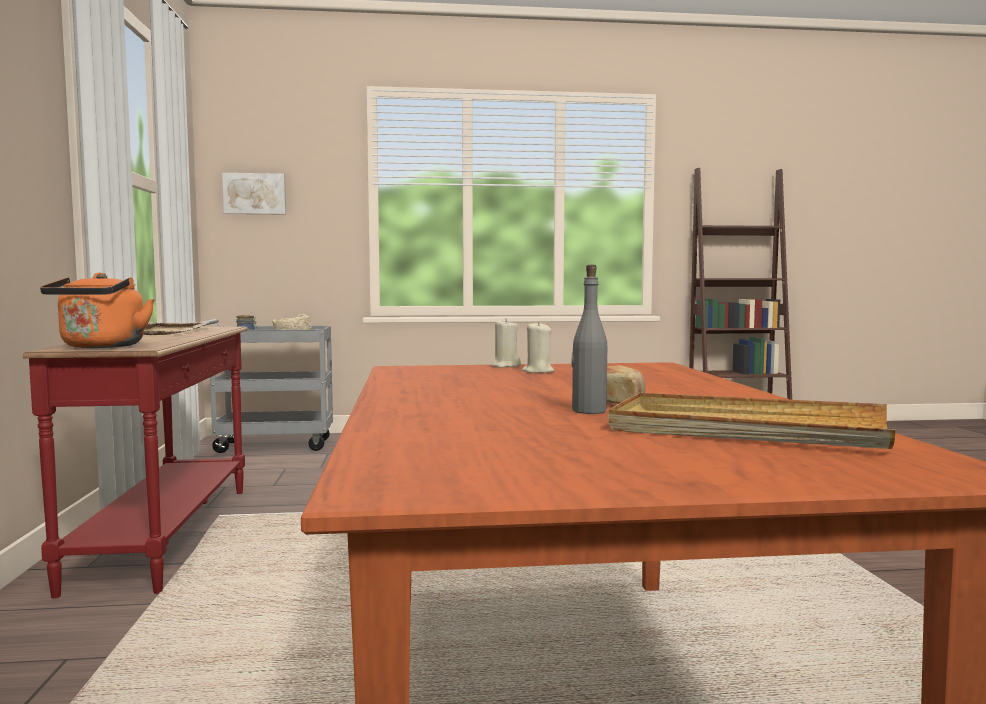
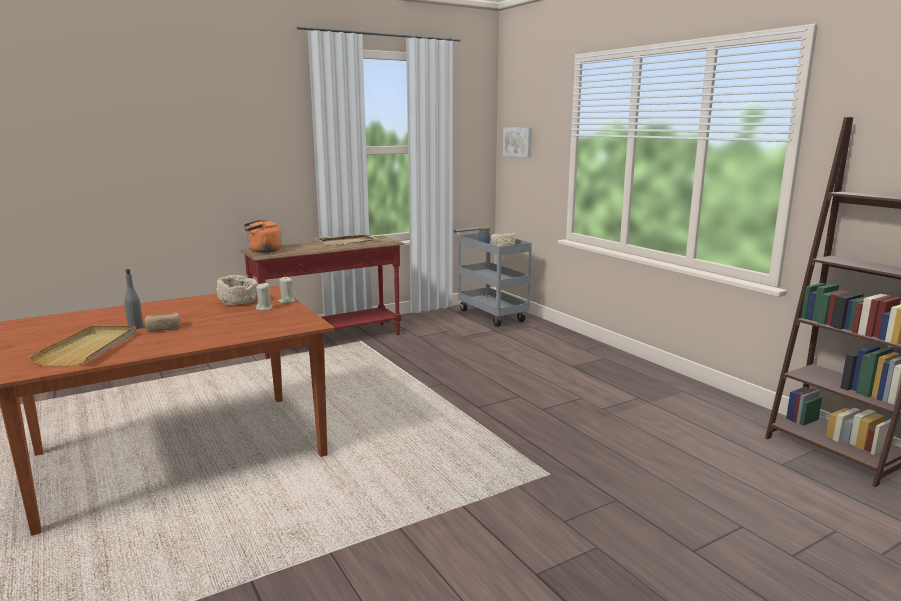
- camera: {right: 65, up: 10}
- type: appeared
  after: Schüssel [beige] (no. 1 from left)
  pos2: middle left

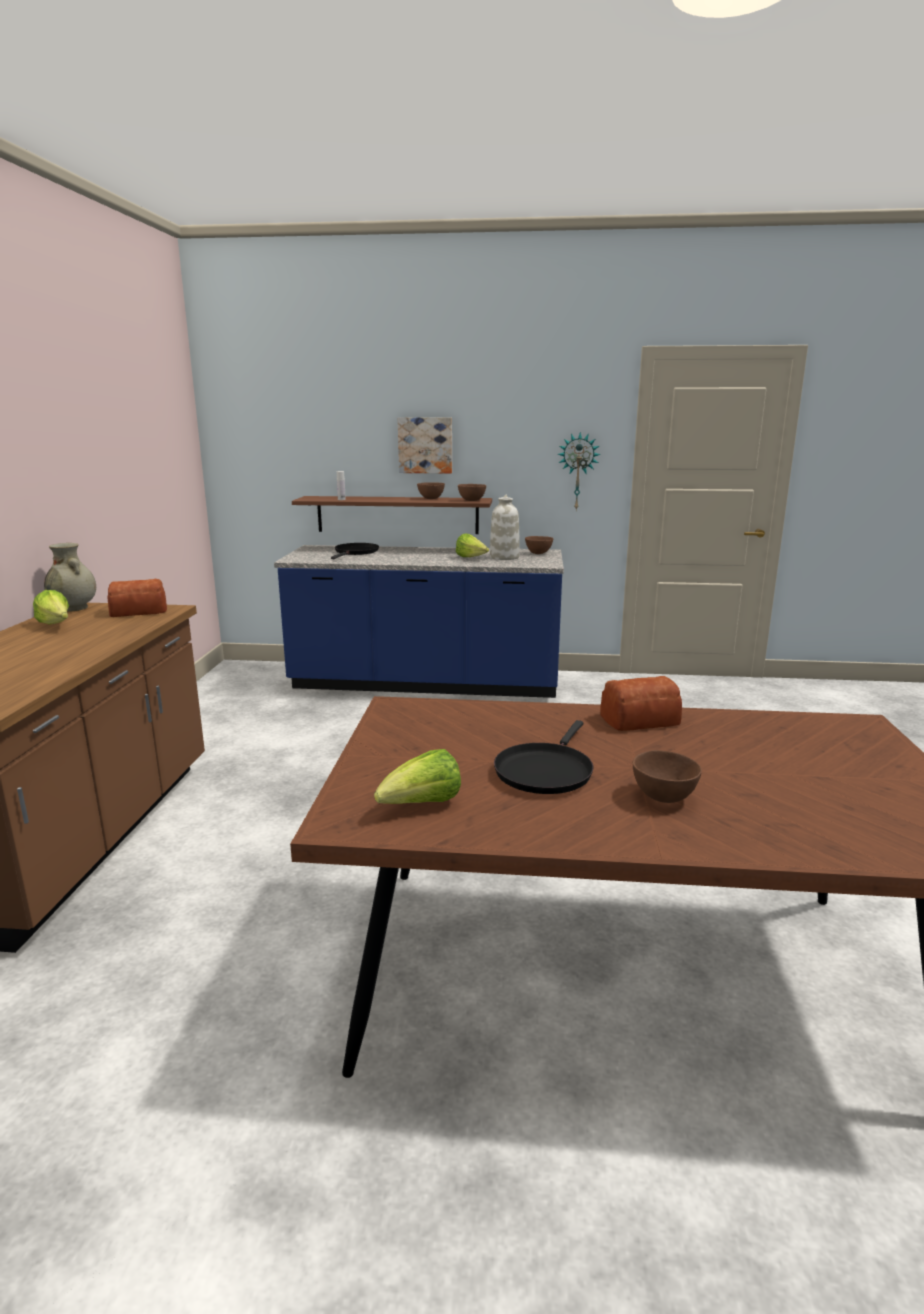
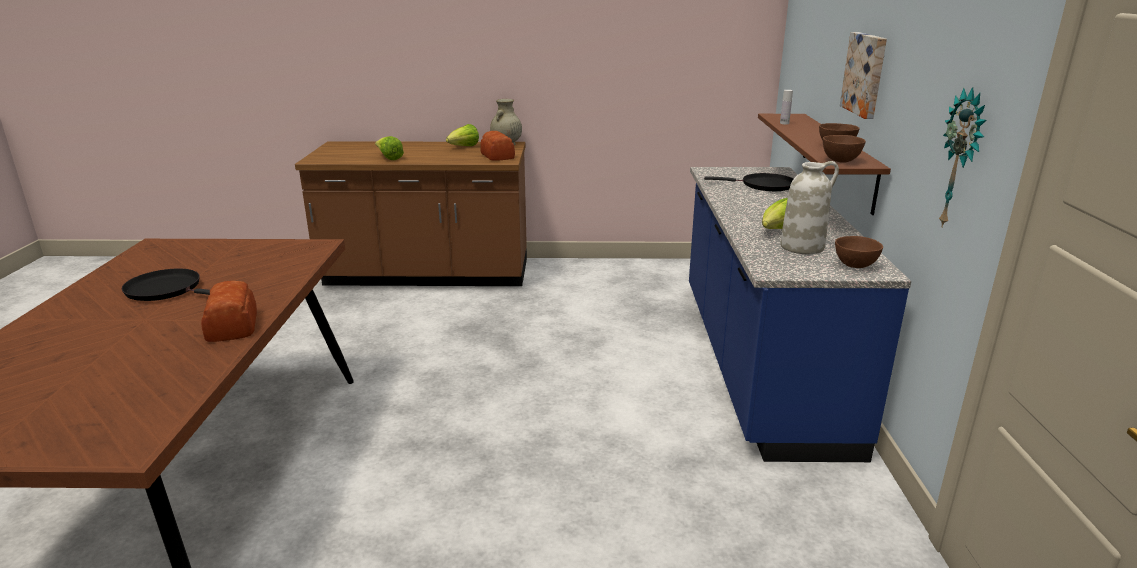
- camera: {right: 85, up: 5}
- type: relocated
  before: Salatkopf (no. 2 from left in the first image)
  after: Salatkopf (no. 1 from left)
  pos1: centre
  pos2: top centre
- type: missing
  before: Schüssel [braun] (no. 4 from left)
  pos1: middle right

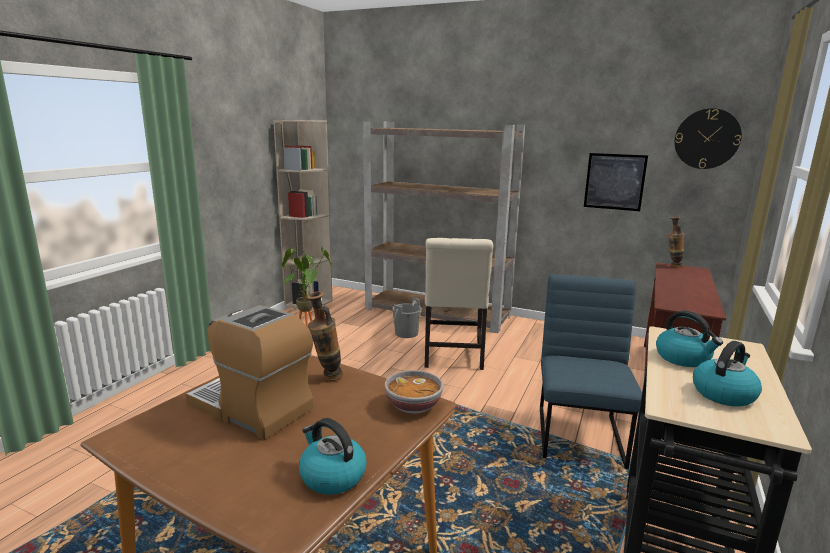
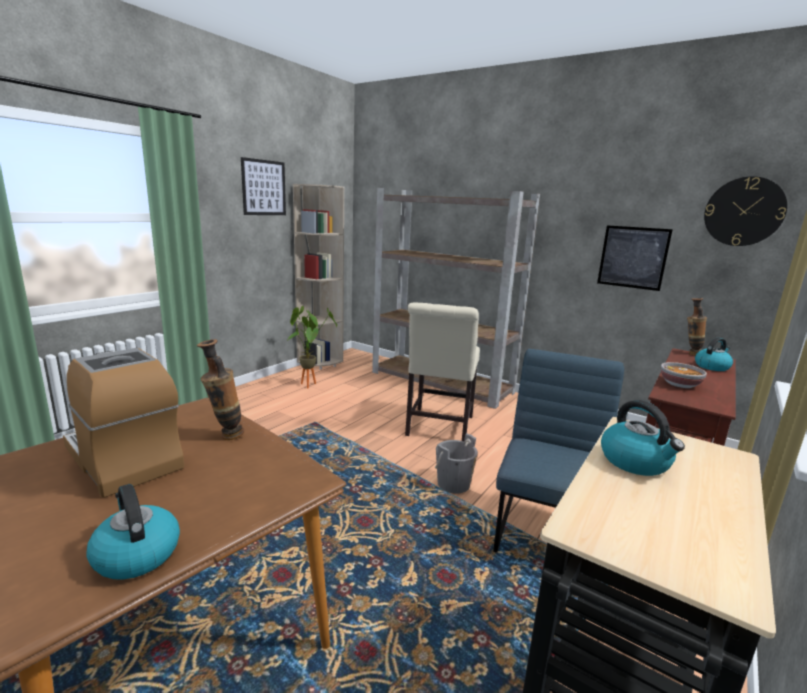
- camera: {right: 10, up: 0}
- type: relocated
  before: Schüssel
  pos1: bottom centre
  pos2: middle right
- type: relocated
  before: Eimer [grau]
  pos1: centre
  pos2: bottom centre
- type: relocated
  before: Wasserkessel (no. 3 from left)
  pos1: bottom right
  pos2: middle right
- type: appeared
  after: Bild (no. 1 from left)
  pos2: top left

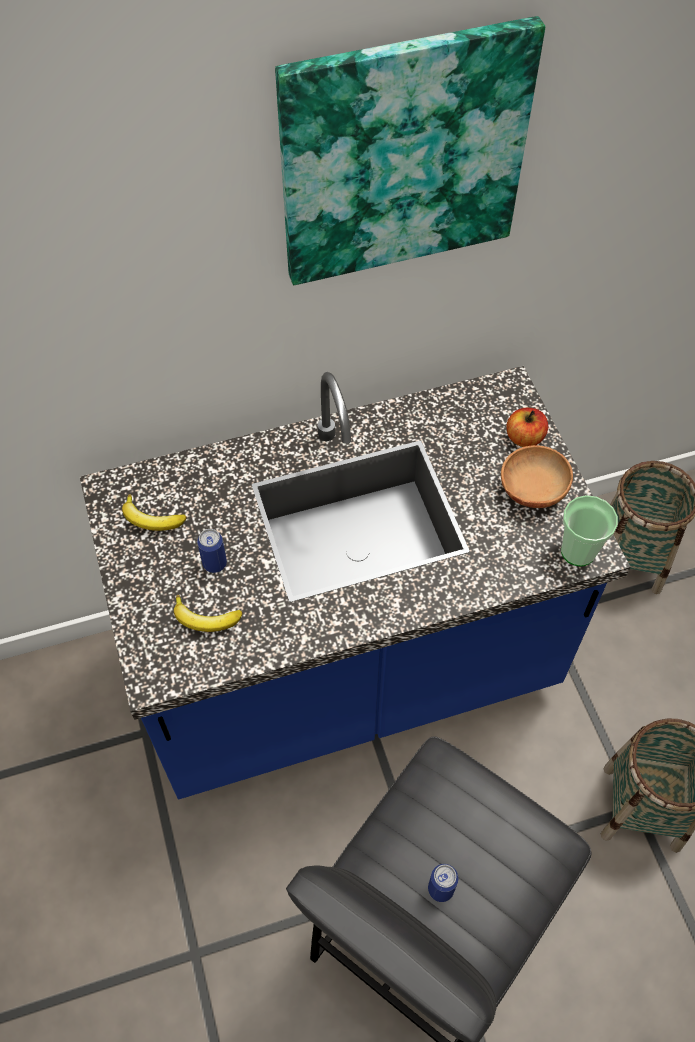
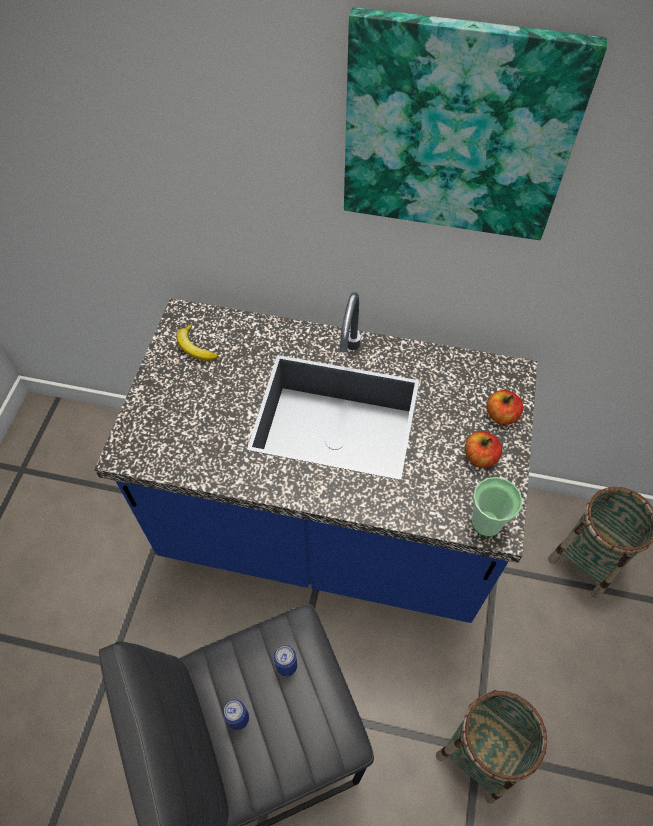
- camera: {right: 30, up: 0}
- type: missing
  before: Banane (no. 2 from left)
  pos1: middle left
- type: relocated
  before: Dose (no. 1 from left in the first image)
  after: Dose (no. 2 from left)
  pos1: middle left
  pos2: bottom centre
- type: exchanged
  before: Schüssel [braun]
  after: Apfel (no. 1 from left)
  pos1: middle right
  pos2: middle right

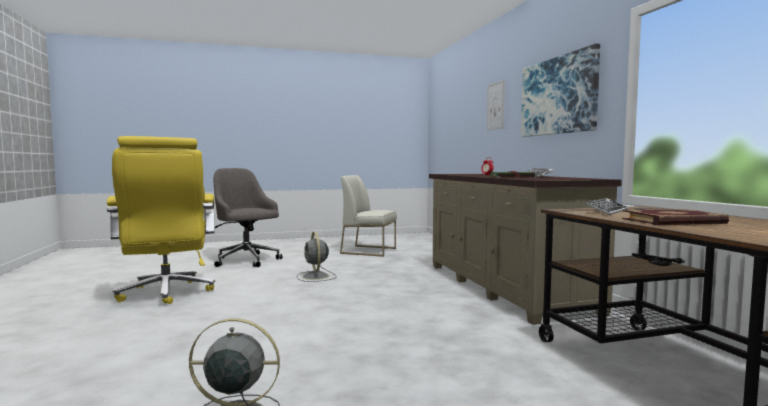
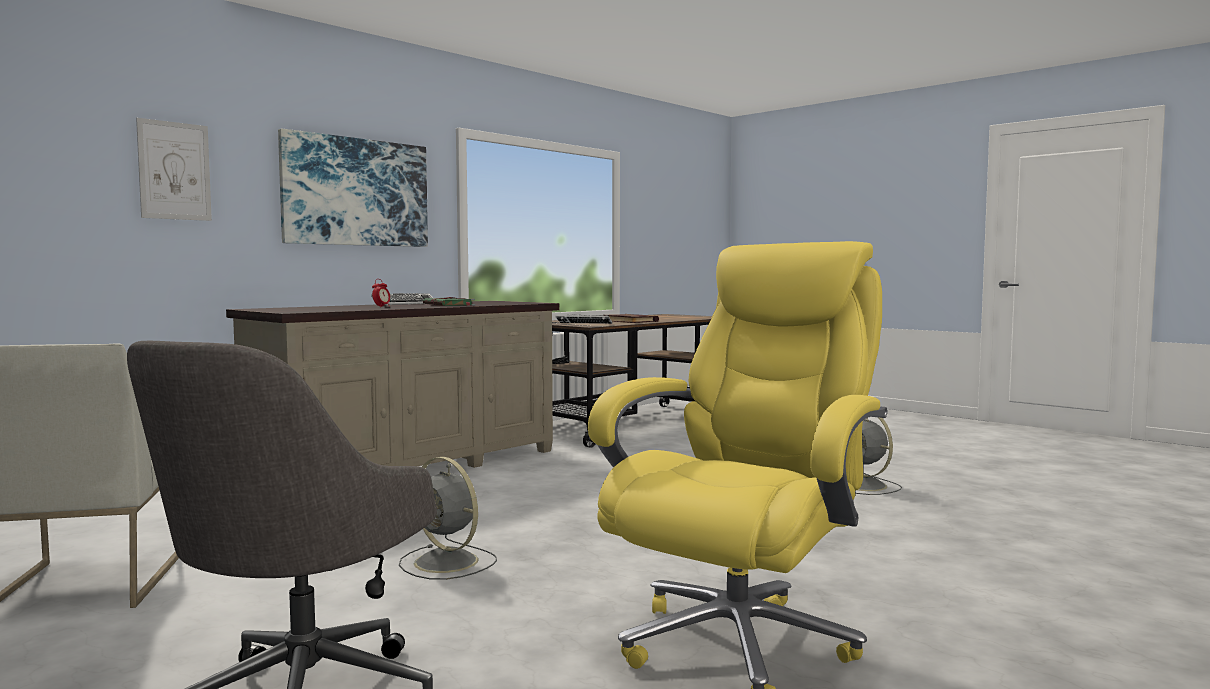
- camera: {right: -120, up: 0}
- type: spun
  before: Ventilator [grau] (no. 2 from left in the first image)
  pos1: centre
  pos2: bottom centre
  turn: 90

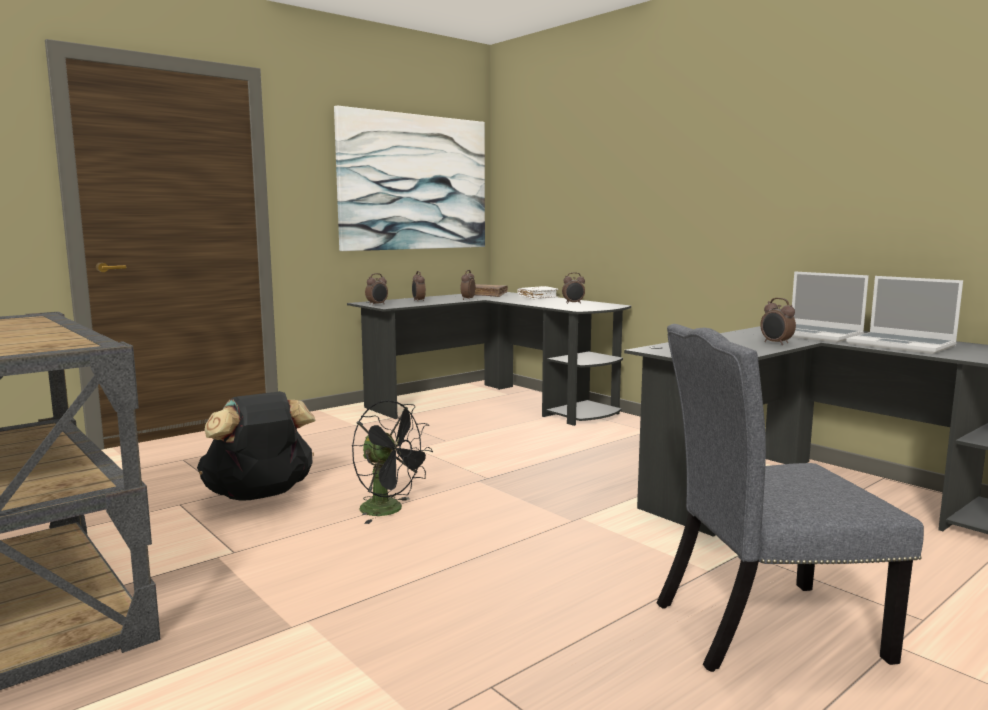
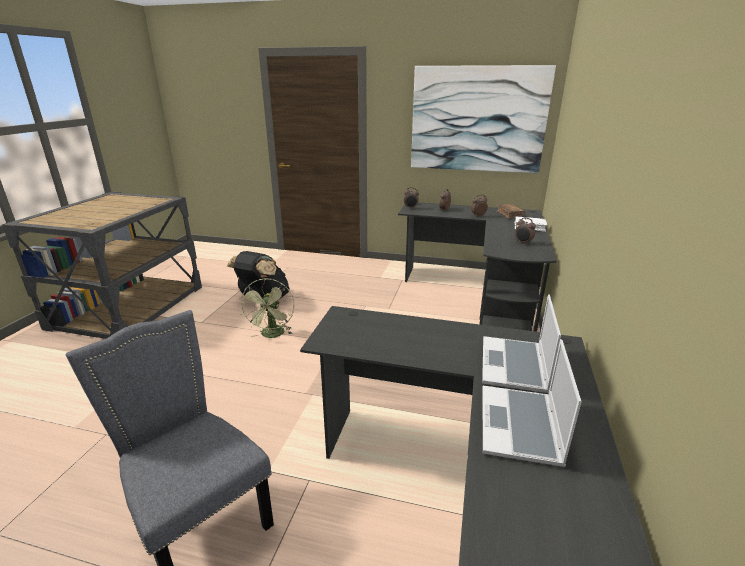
- camera: {right: 55, up: 15}
- type: colour
  before: Ventilator [schwarz]
  after: Ventilator [grün]
  pos1: centre
  pos2: centre
- type: missing
  before: Wecker (no. 5 from left)
  pos1: middle right

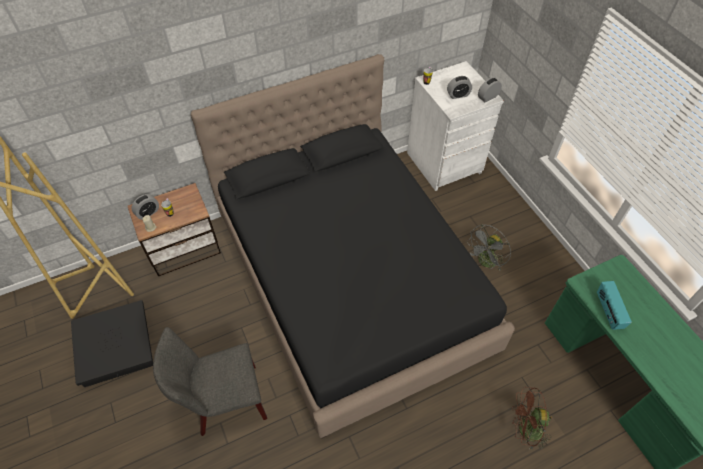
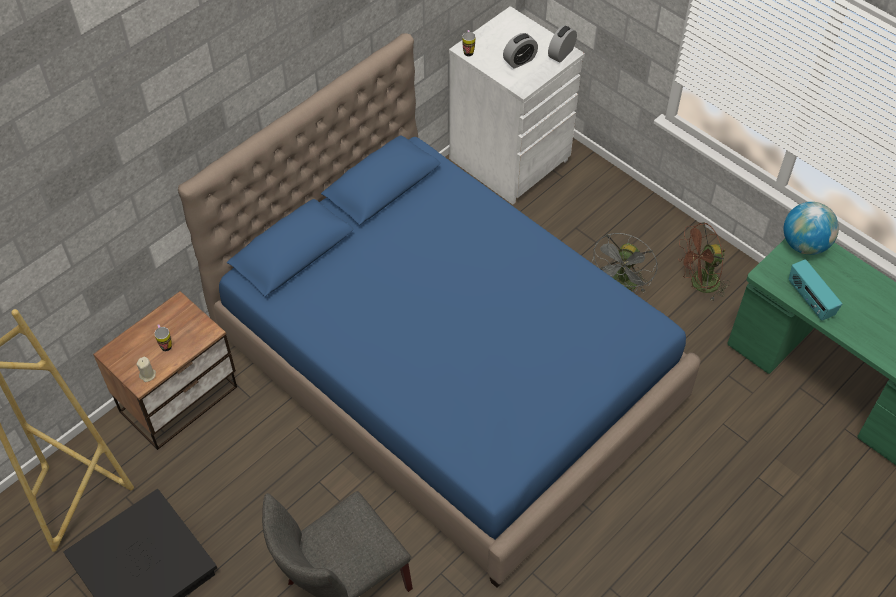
- camera: {right: -20, up: 0}
- type: missing
  before: Wecker (no. 1 from left)
  pos1: middle left
- type: colour
  before: Bett [schwarz]
  after: Bett [blau]
  pos1: centre
  pos2: centre
- type: relocated
  before: Ventilator [braun]
  pos1: bottom right
  pos2: middle right
- type: appeared
  after: Globus
  pos2: middle right

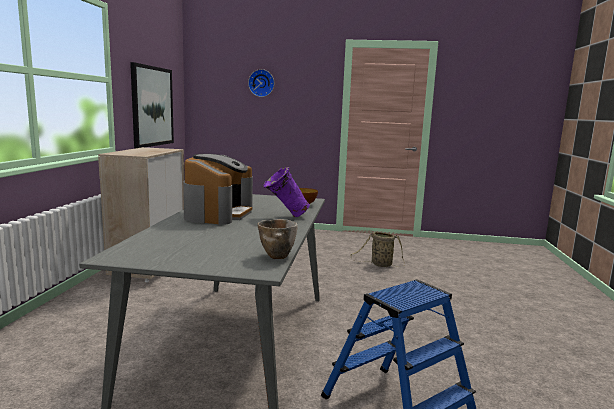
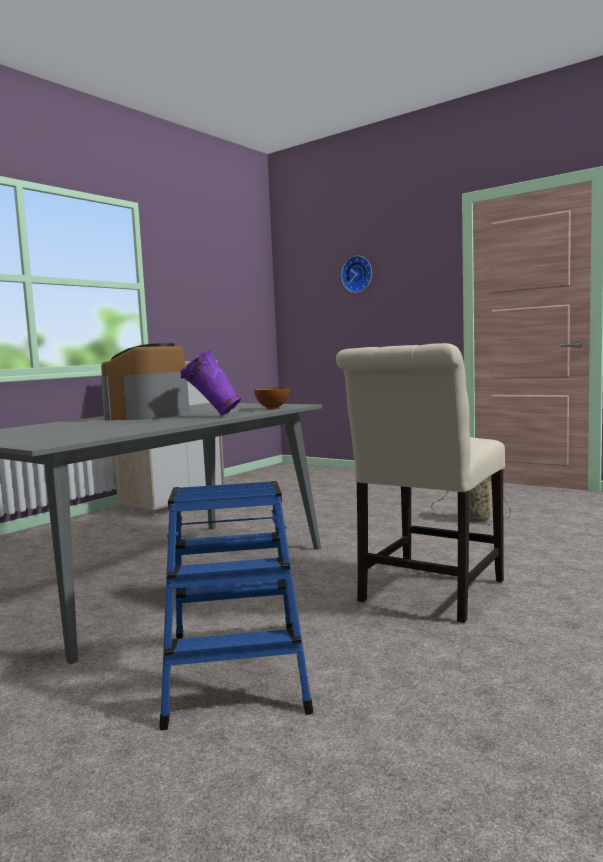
- camera: {right: 30, up: -5}
- type: missing
  before: Bild
  pos1: top left
- type: spun
  before: Kaffeemaschine
  pos1: centre
  pos2: middle left
  turn: 150
- type: missing
  before: Schüssel (no. 1 from left)
  pos1: centre
- type: appeared
  after: Stuhl [beige]
  pos2: middle right

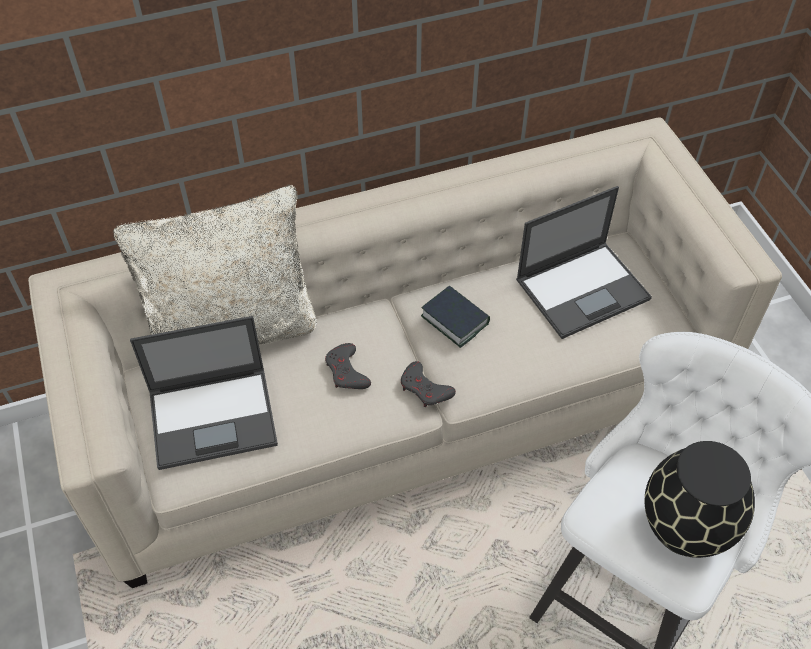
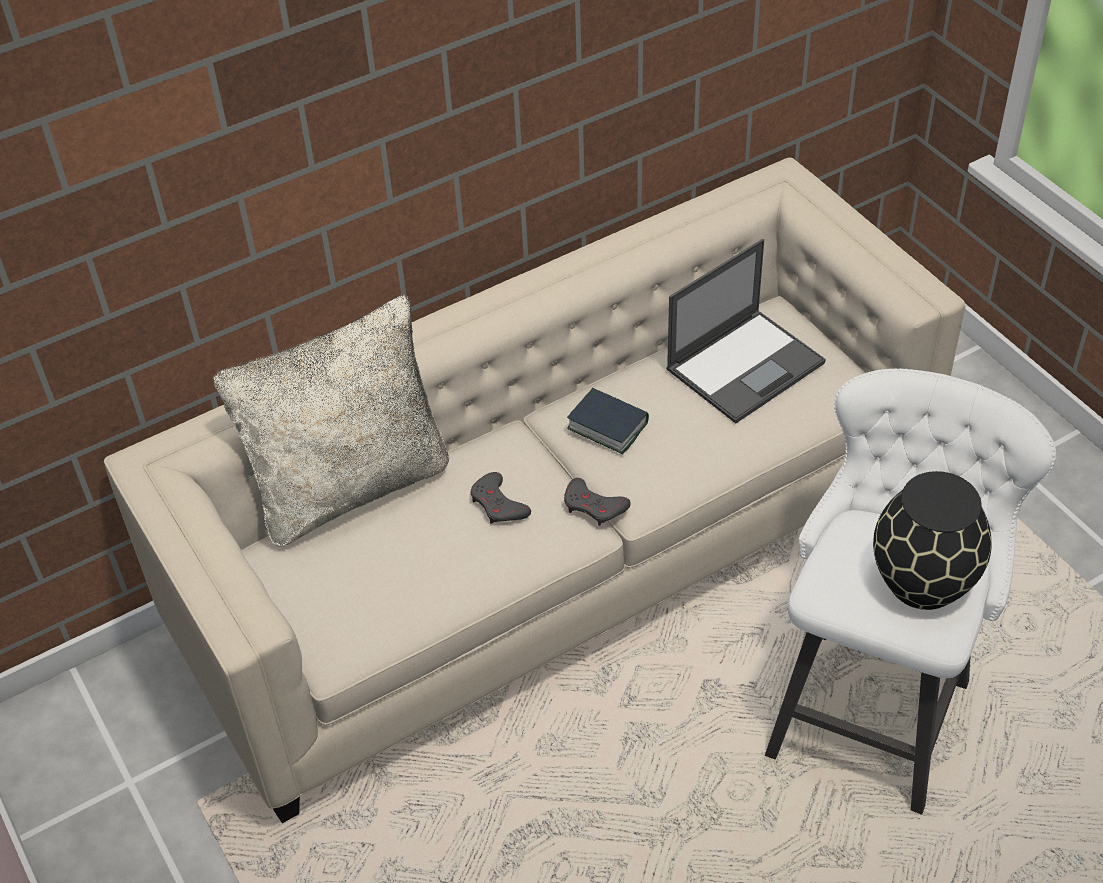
- camera: {right: -10, up: -5}
- type: missing
  before: Laptop (no. 1 from left)
  pos1: middle left

